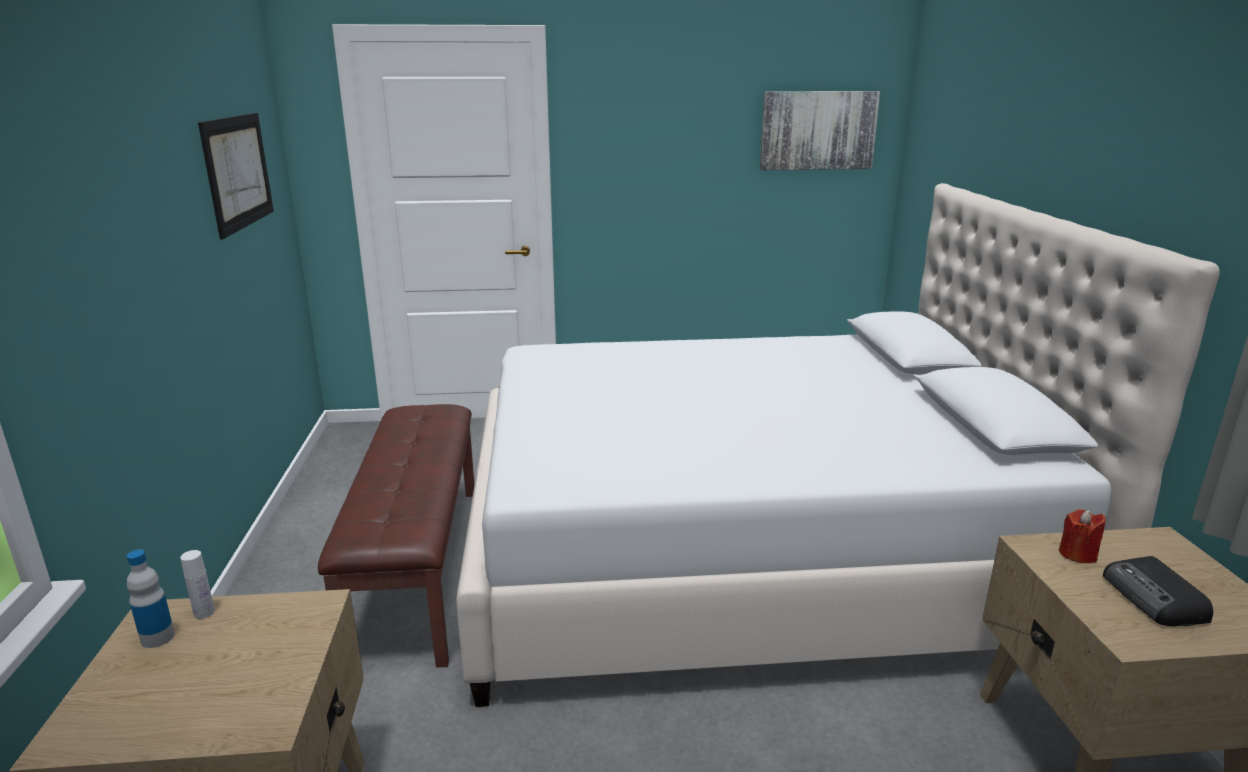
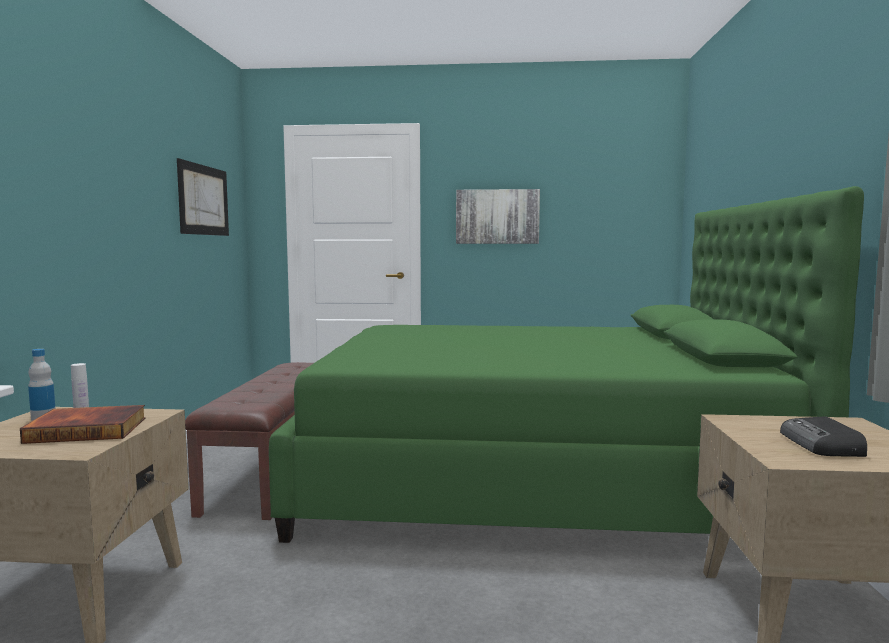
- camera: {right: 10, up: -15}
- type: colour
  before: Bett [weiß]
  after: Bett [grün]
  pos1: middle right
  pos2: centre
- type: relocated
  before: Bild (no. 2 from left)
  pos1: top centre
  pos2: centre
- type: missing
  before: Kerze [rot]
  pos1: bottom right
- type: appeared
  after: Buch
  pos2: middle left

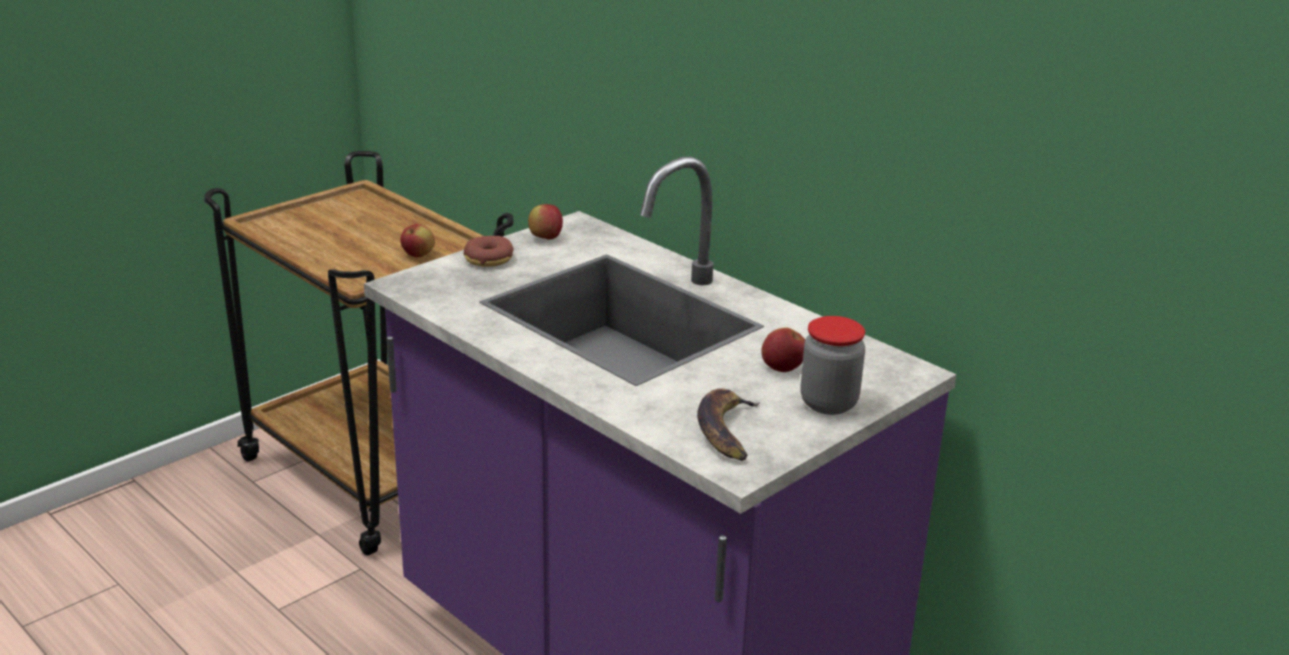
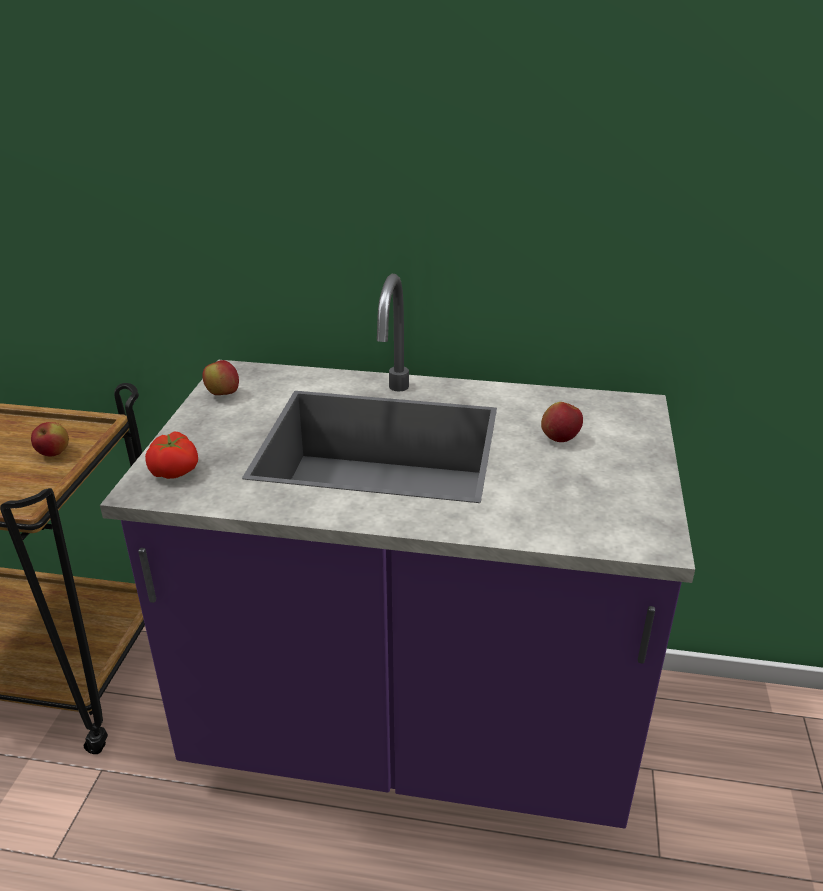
- camera: {right: -35, up: 5}
- type: missing
  before: Donut
  pos1: centre
- type: missing
  before: Banane
  pos1: centre
- type: missing
  before: Vorratsglas
  pos1: centre
- type: appeared
  after: Tomate
  pos2: middle left

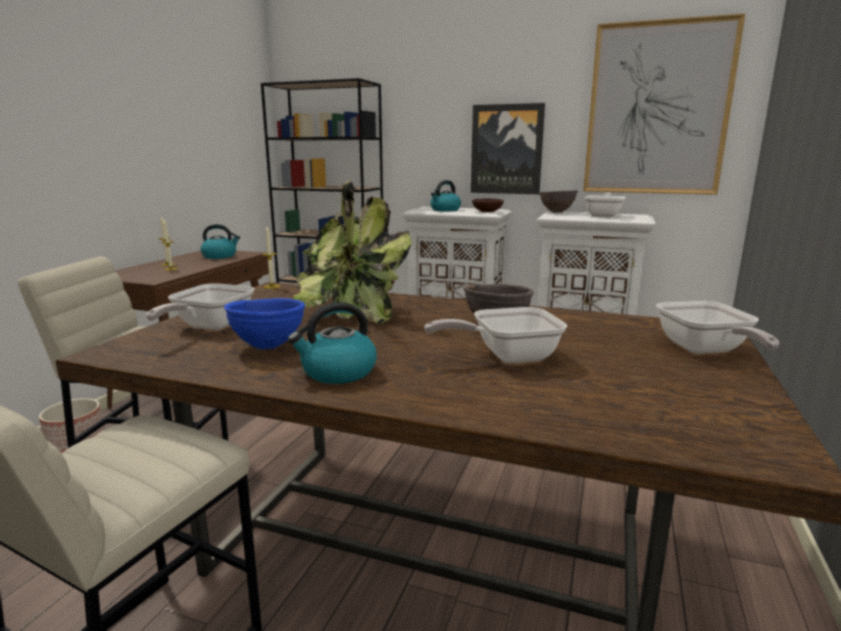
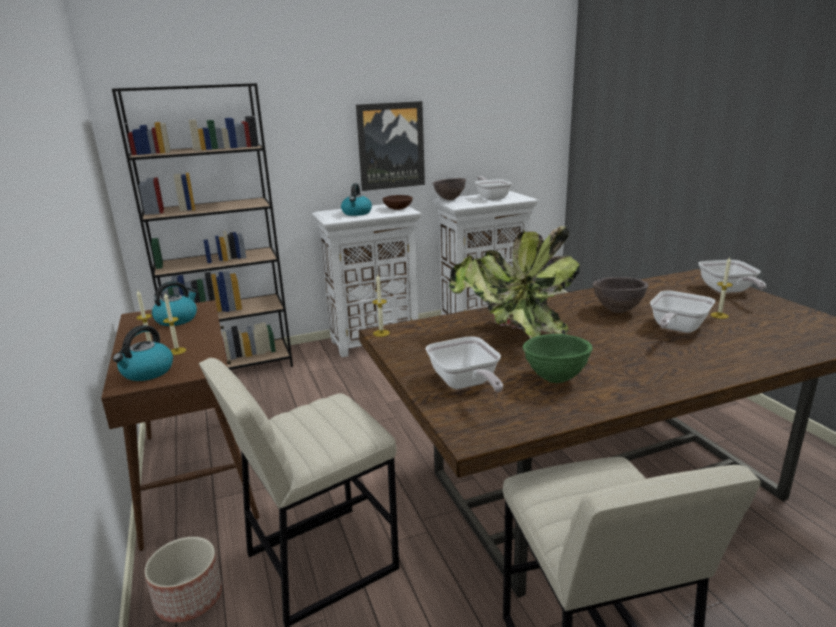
- camera: {right: -40, up: 5}
- type: colour
  before: Schüssel [blau]
  after: Schüssel [grün]
  pos1: middle left
  pos2: middle right
- type: relocated
  before: Wasserkessel (no. 2 from left in the first image)
  after: Wasserkessel (no. 1 from left)
  pos1: centre
  pos2: middle left
- type: missing
  before: Bild (no. 2 from left)
  pos1: top right
- type: spun
  before: Pfanne (no. 4 from left)
  pos1: middle right
  pos2: middle right
  turn: 45
- type: appeared
  after: Kerze (no. 4 from left)
  pos2: middle right

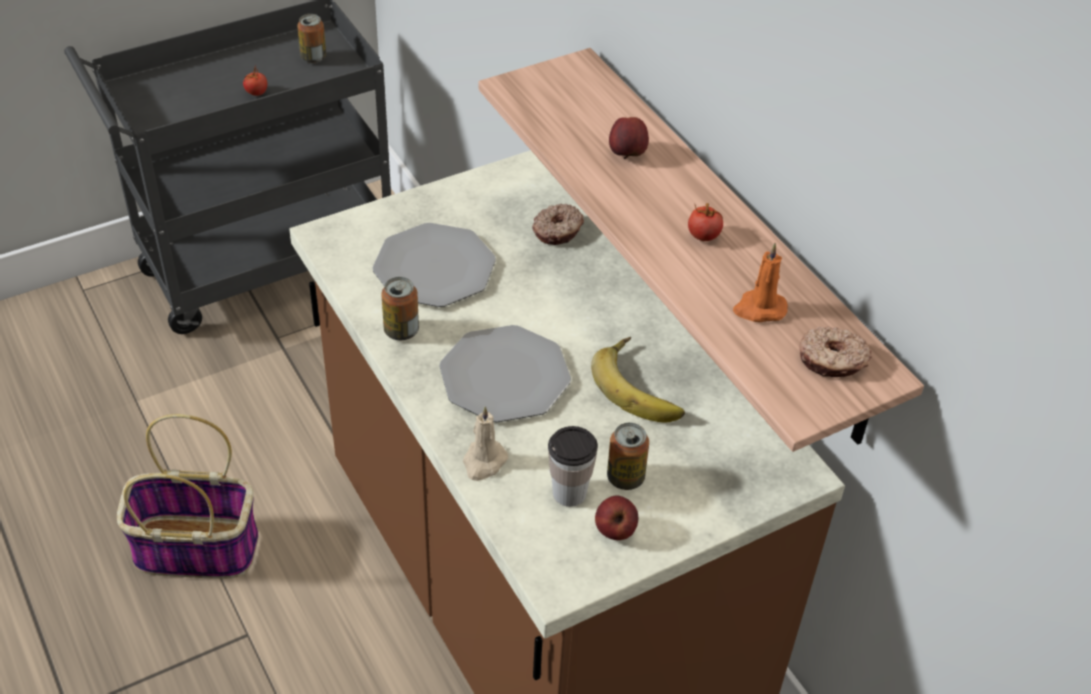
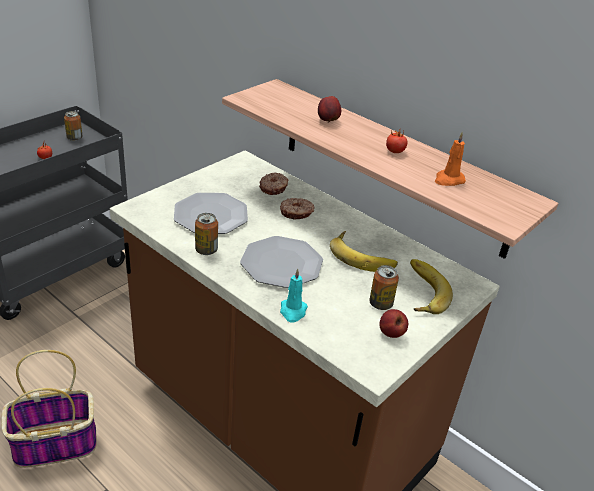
- camera: {right: -20, up: -10}
- type: colour
  before: Kerze [beige]
  after: Kerze [türkis]
  pos1: centre
  pos2: centre
- type: missing
  before: Tasse
  pos1: bottom centre
- type: relocated
  before: Donut (no. 2 from left)
  pos1: middle right
  pos2: centre
- type: appeared
  after: Banane (no. 2 from left)
  pos2: middle right

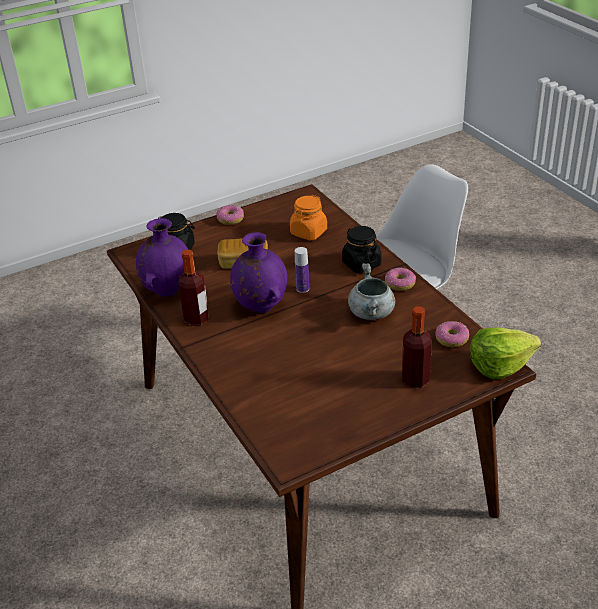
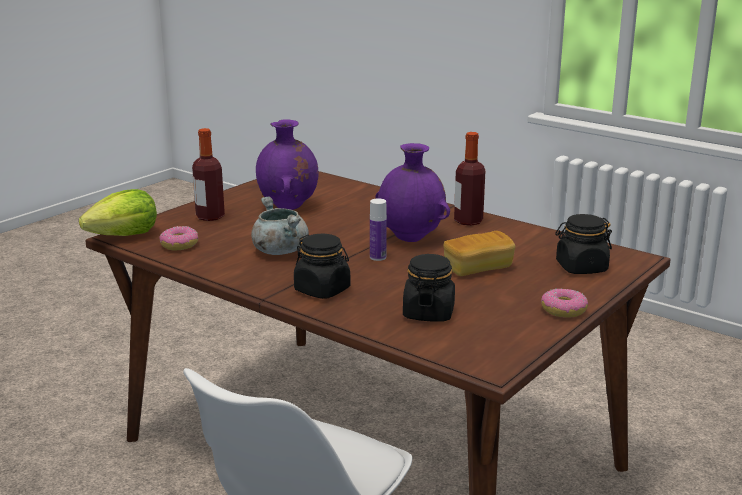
- camera: {right: 155, up: -15}
- type: relocated
  before: Vase [lila] (no. 1 from left)
  pos1: middle left
  pos2: top centre
- type: colour
  before: Vorratsglas [orange]
  after: Vorratsglas [schwarz] (no. 2 from left)
  pos1: centre
  pos2: centre
- type: missing
  before: Donut (no. 2 from left)
  pos1: middle right

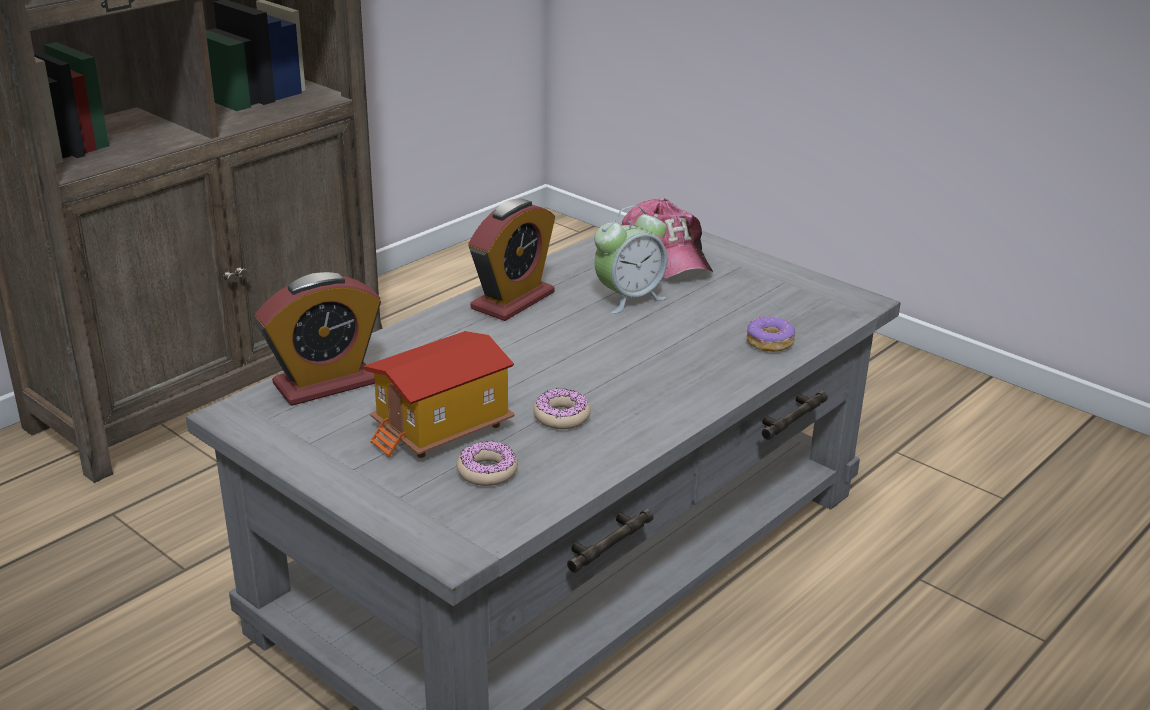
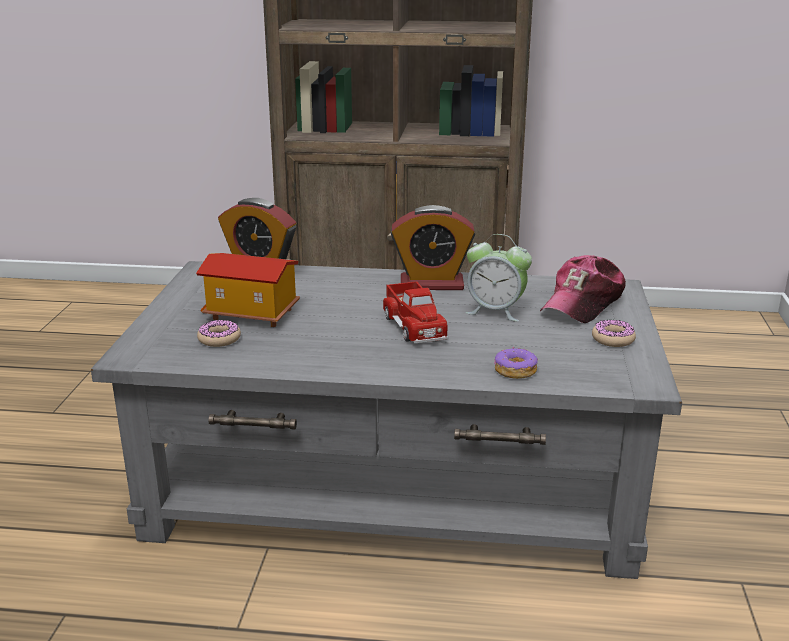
- camera: {right: 55, up: -5}
- type: relocated
  before: Donut (no. 2 from left in the first image)
  after: Donut (no. 3 from left)
  pos1: centre
  pos2: middle right
- type: appeared
  after: Spielzeuglaster
  pos2: centre

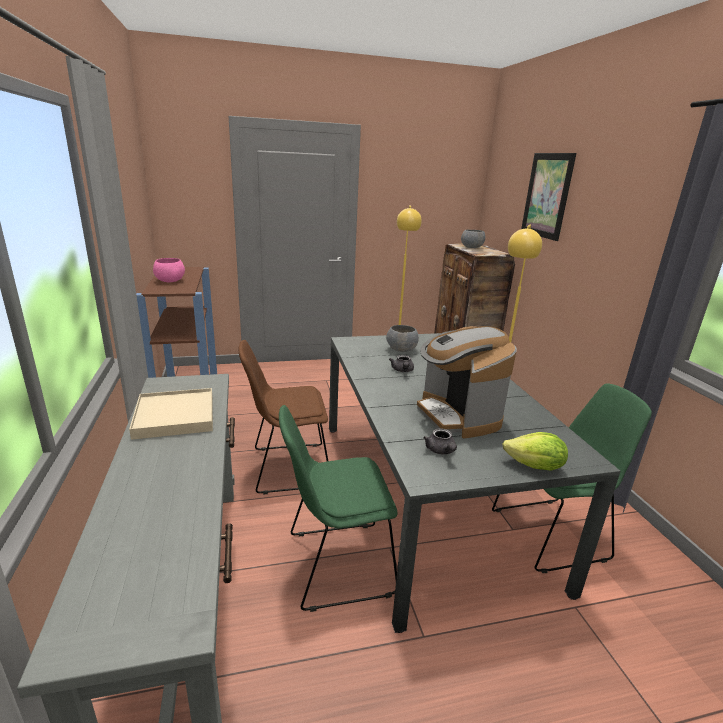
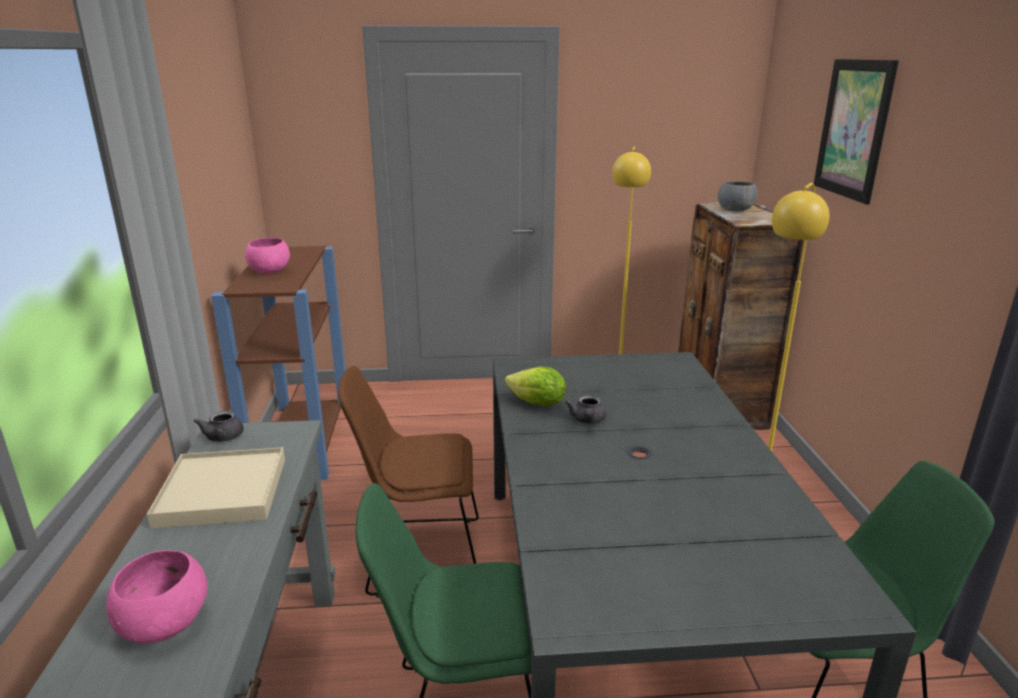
- camera: {right: 10, up: 0}
- type: missing
  before: Schüssel [grau] (no. 1 from left)
  pos1: centre
- type: missing
  before: Kaffeemaschine
  pos1: centre
- type: relocated
  before: Teekanne [grau] (no. 2 from left in the first image)
  after: Teekanne [grau] (no. 1 from left)
  pos1: centre
  pos2: middle left
- type: relocated
  before: Salatkopf
  pos1: middle right
  pos2: centre
- type: appeared
  after: Schüssel [rosa] (no. 1 from left)
  pos2: bottom left

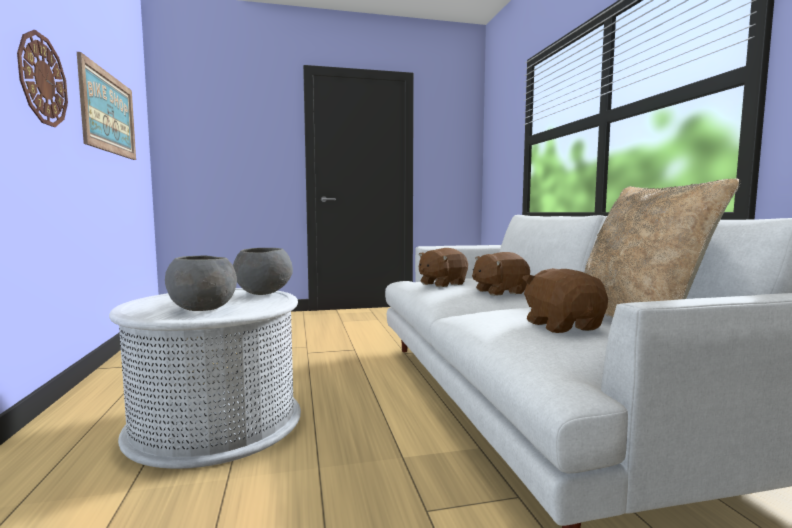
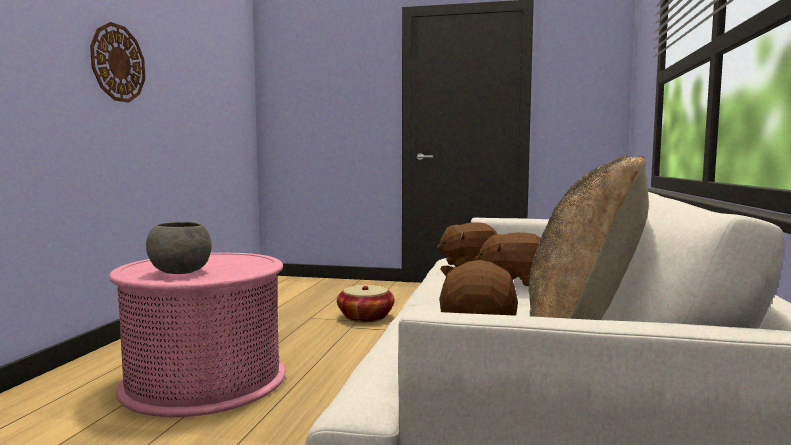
- camera: {right: 25, up: 0}
- type: missing
  before: Bild
  pos1: top left
- type: colour
  before: Couchtisch [weiß]
  after: Couchtisch [rosa]
  pos1: bottom left
  pos2: bottom left
- type: missing
  before: Schüssel [grau] (no. 2 from left)
  pos1: middle left
- type: appeared
  after: Korb
  pos2: bottom centre

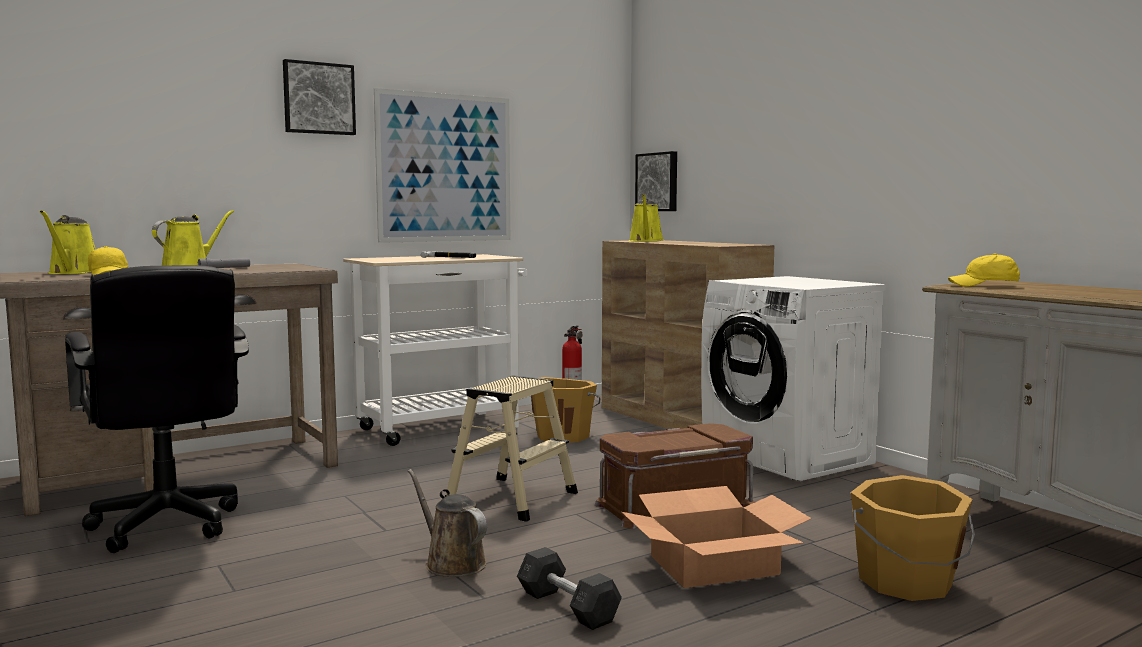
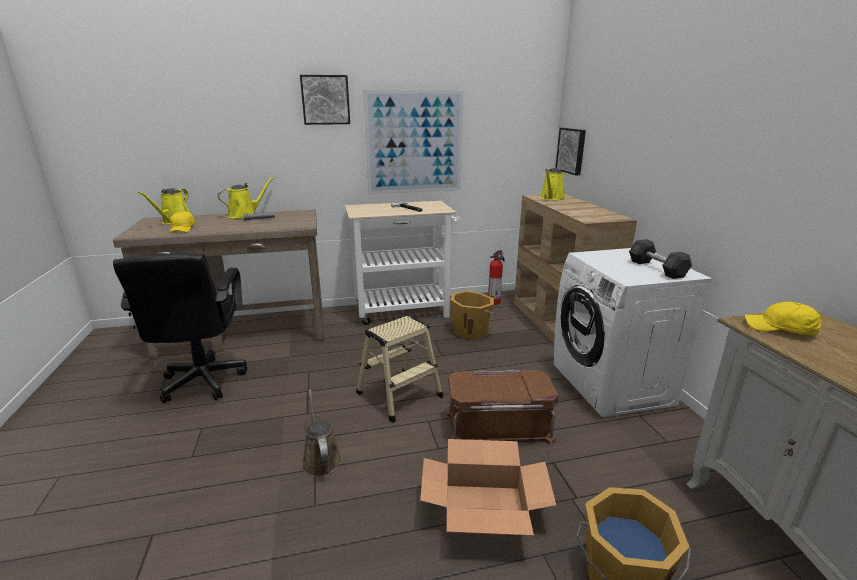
- camera: {right: 20, up: 15}
- type: relocated
  before: Hantel [grau]
  pos1: bottom centre
  pos2: middle right

